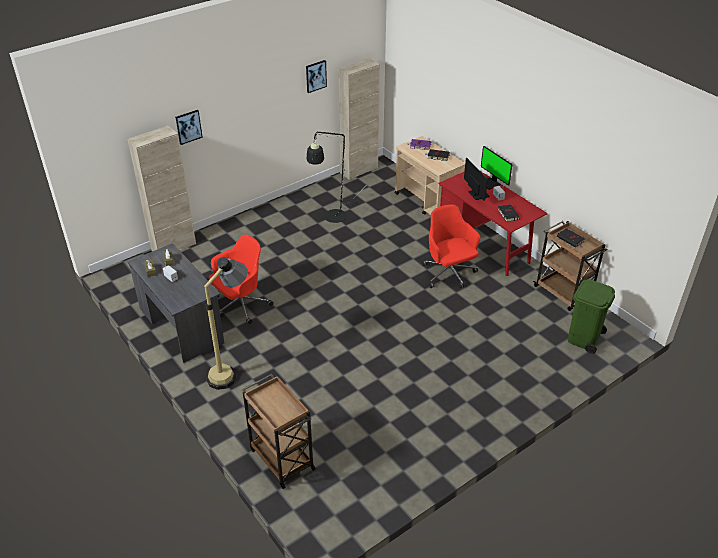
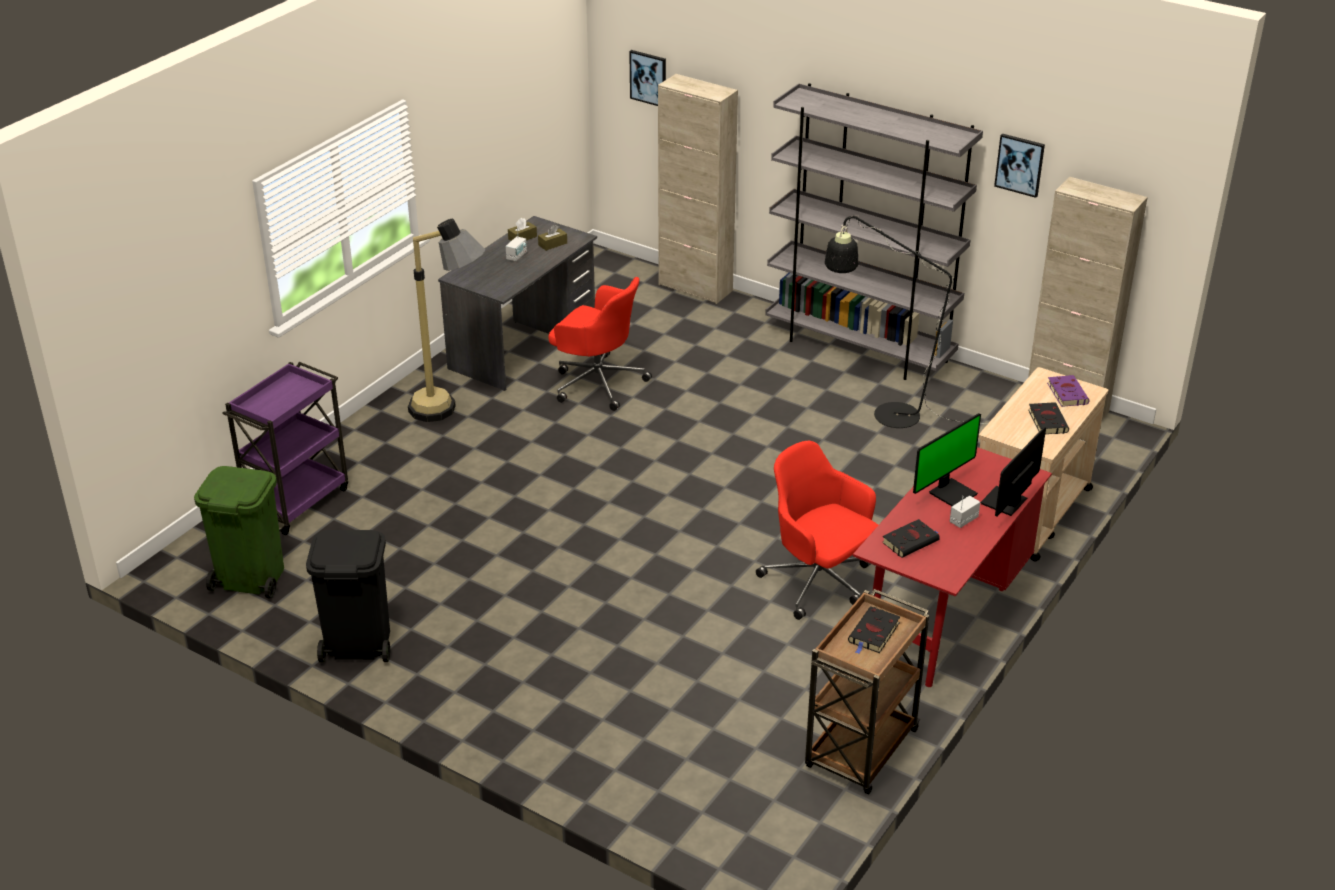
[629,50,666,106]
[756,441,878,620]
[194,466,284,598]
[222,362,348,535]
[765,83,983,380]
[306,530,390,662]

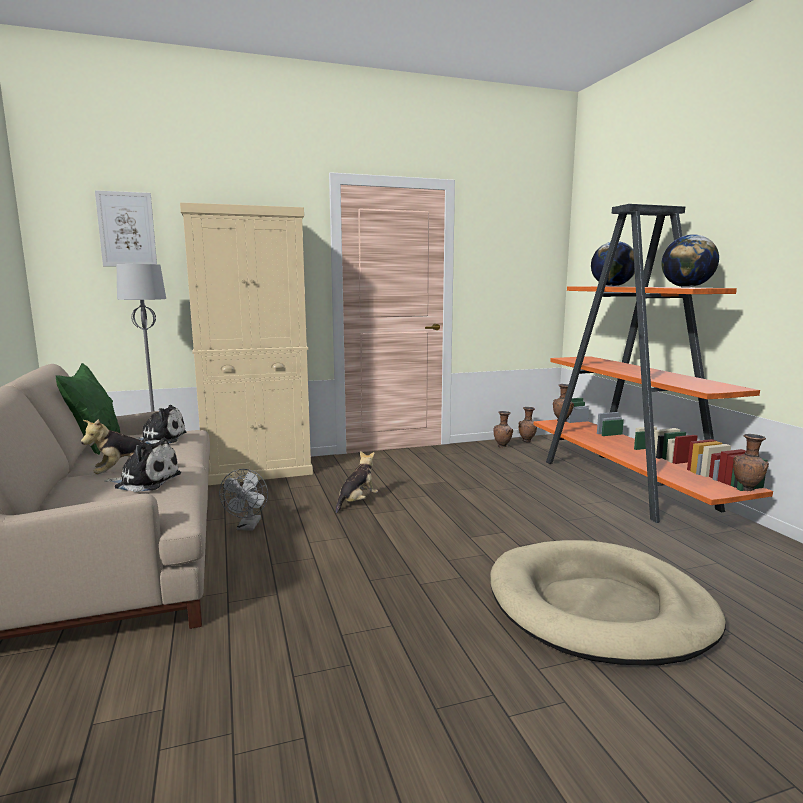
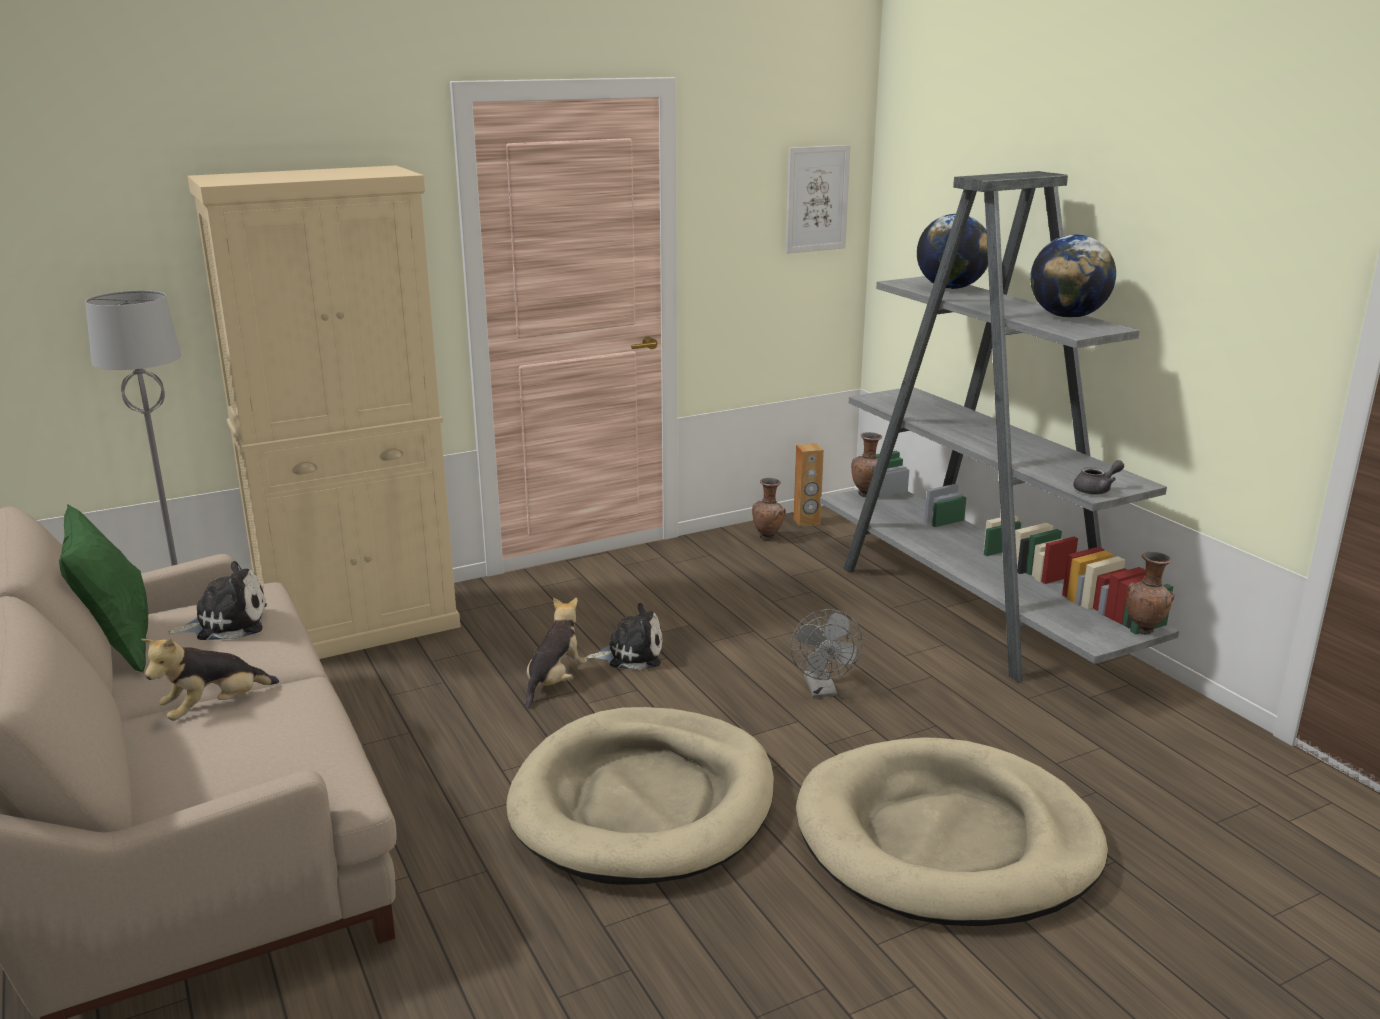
[786,145,851,254]
[820,171,1179,682]
[793,443,824,526]
[585,603,663,670]
[790,609,863,697]
[1073,460,1124,495]
[506,707,774,885]

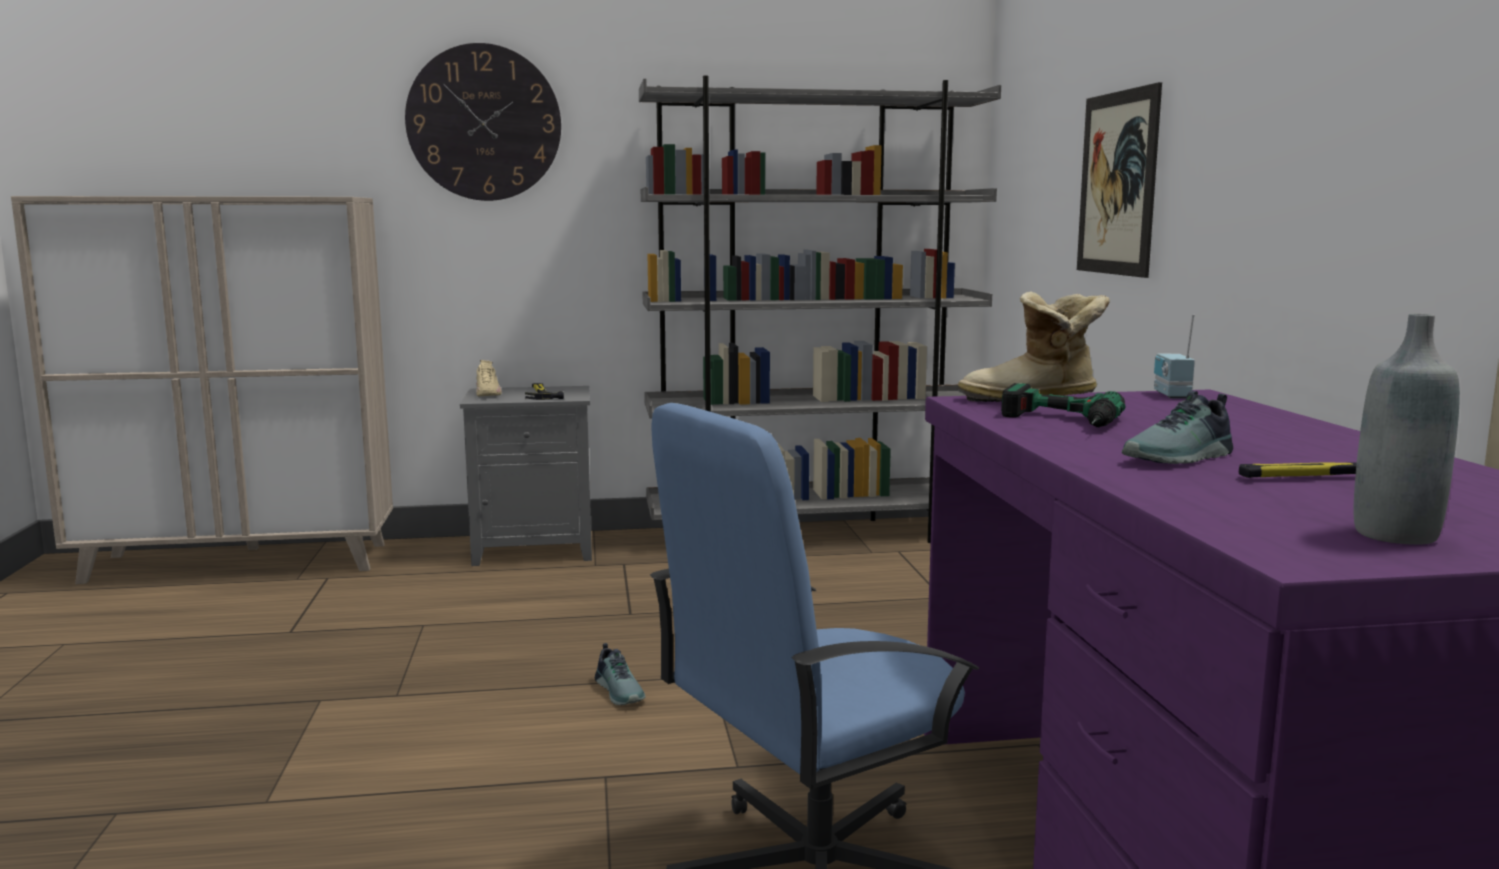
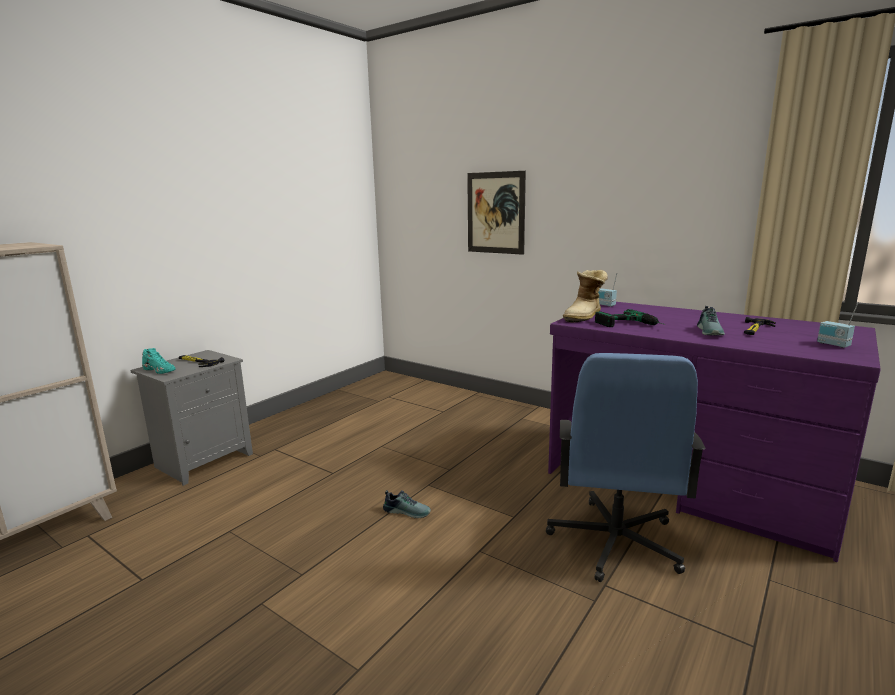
[405,43,561,201] (first image)
[639,76,1001,543] (first image)
[817,302,859,348]
[142,348,176,374]

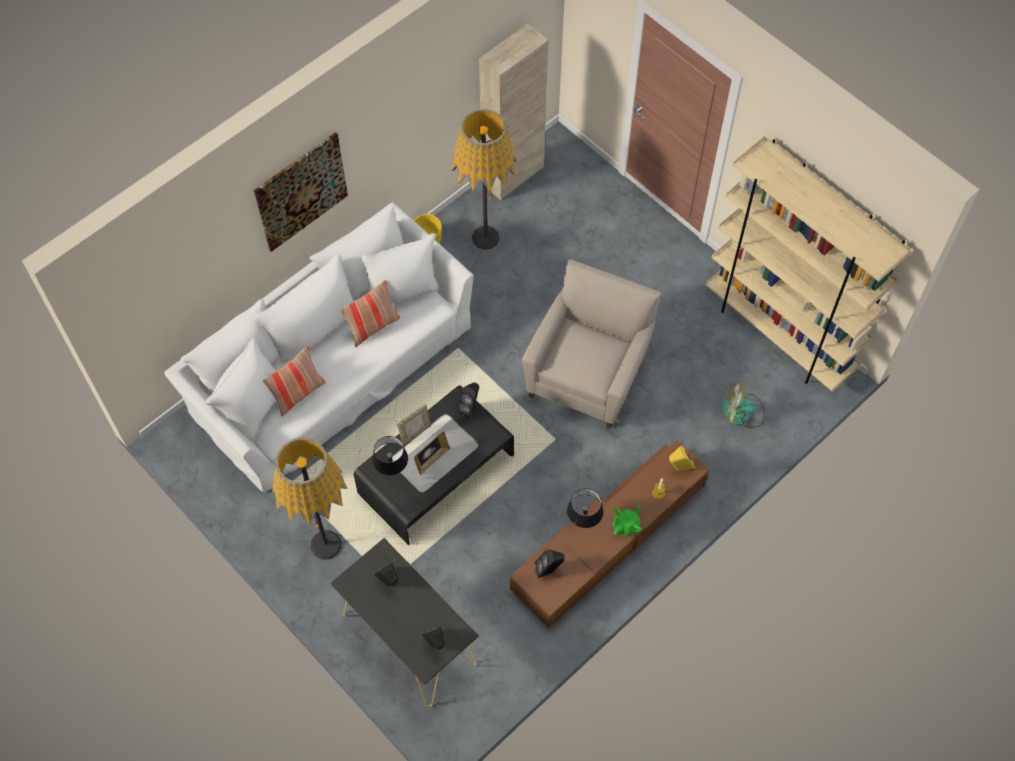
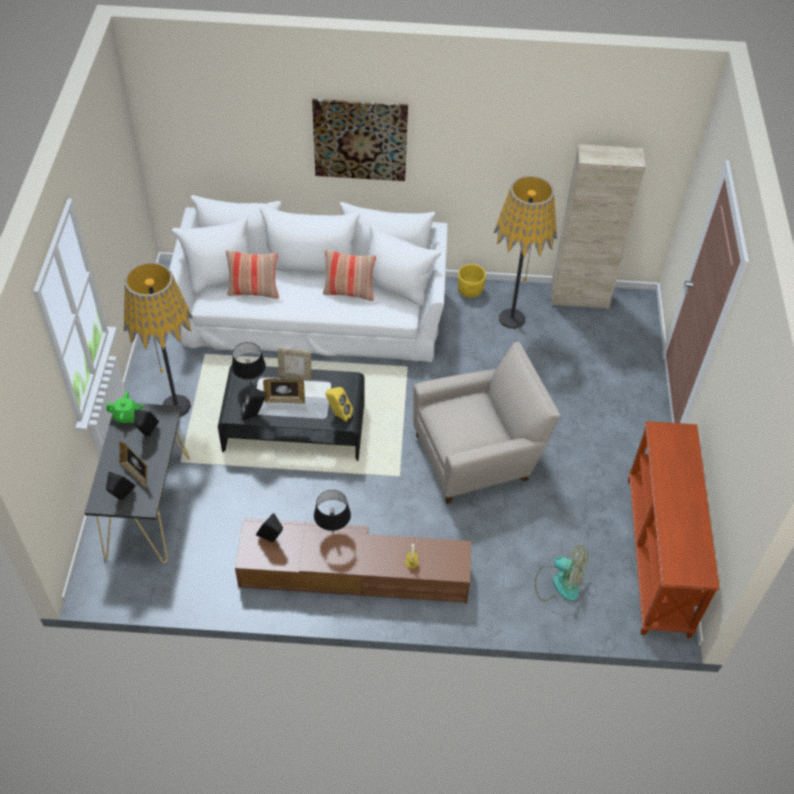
[628,421,720,638]
[240,387,266,420]
[535,545,588,601]
[325,387,353,422]
[106,392,143,423]
[119,441,147,489]

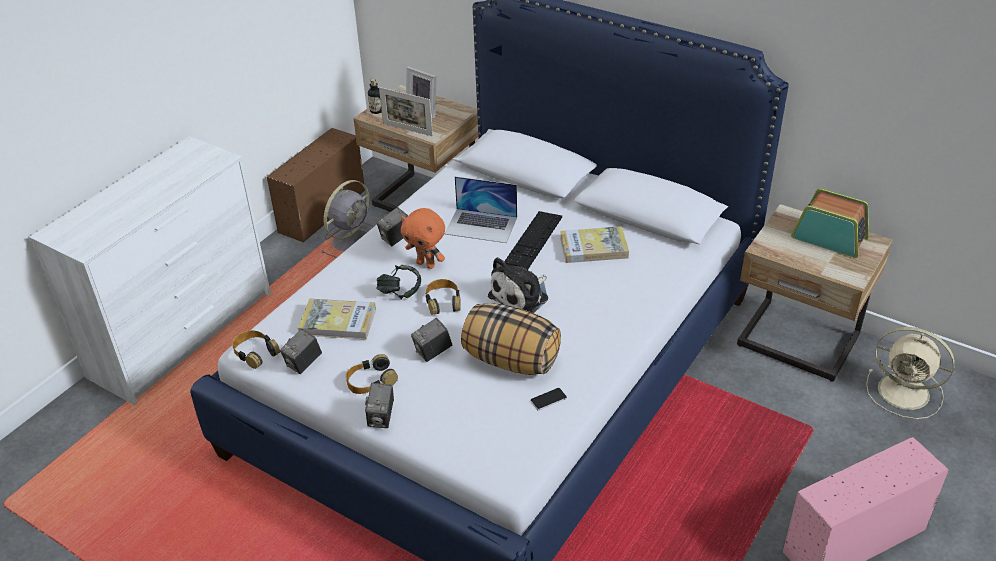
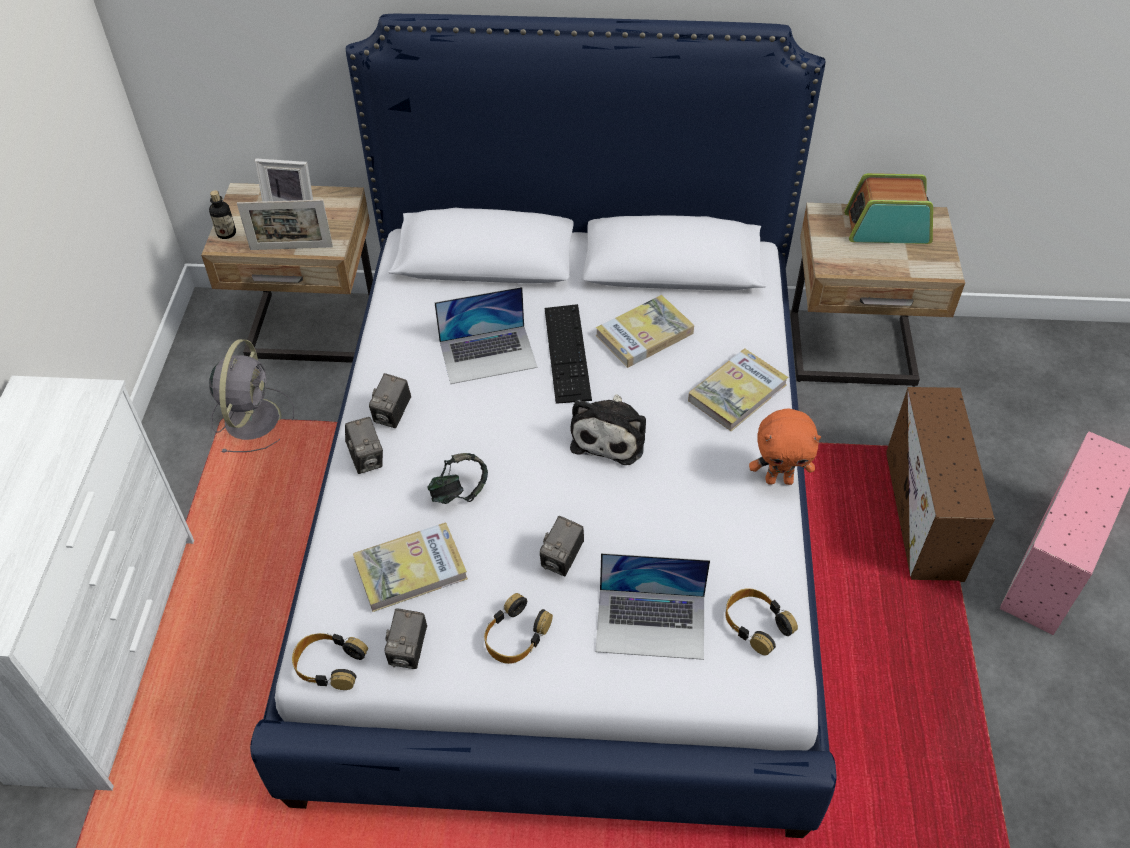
[886,387,995,582]
[749,408,821,485]
[725,588,798,656]
[461,303,561,375] (first image)
[866,327,955,419] (first image)
[345,417,383,474]
[530,388,567,410] (first image)
[688,348,788,431]
[595,553,710,660]

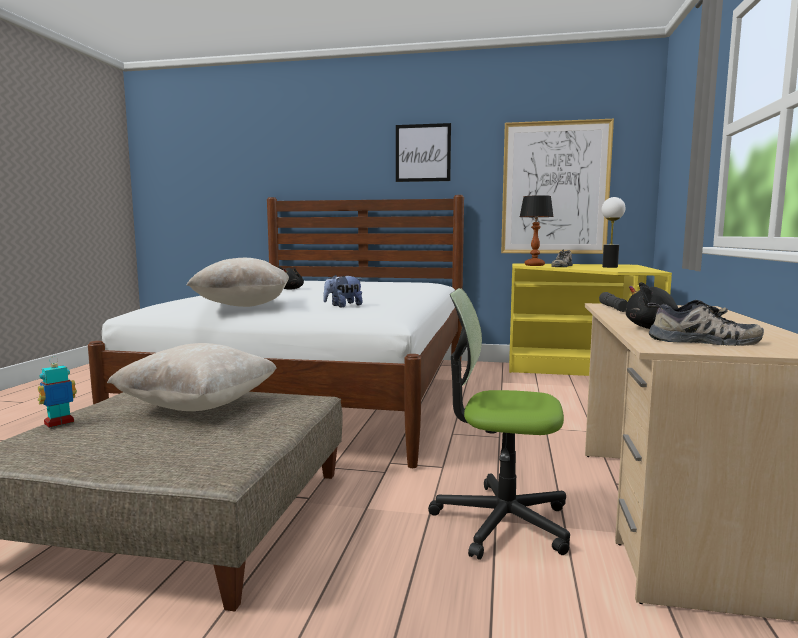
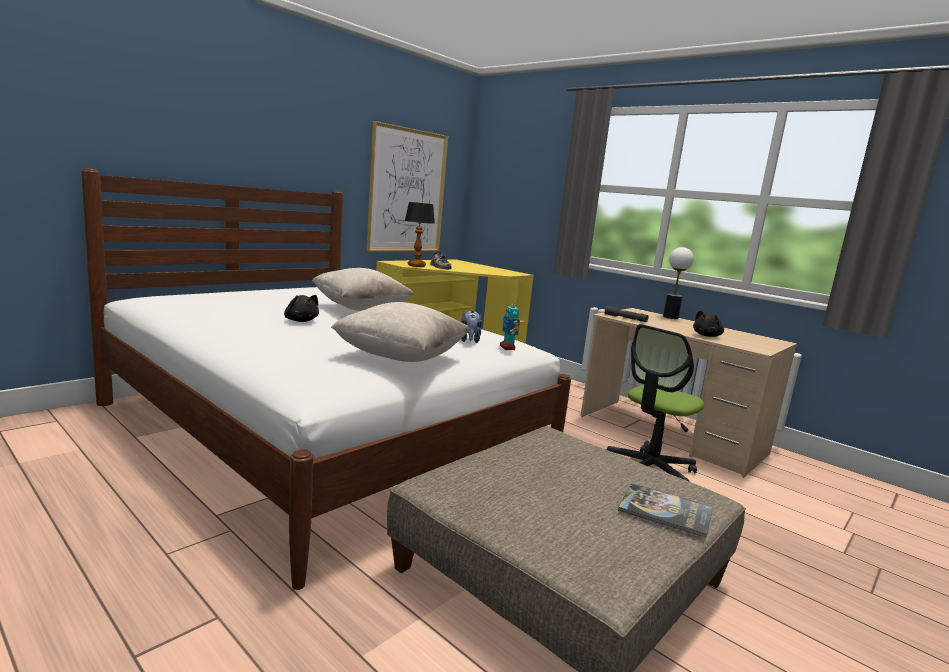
[396,123,451,182] (first image)
[663,247,694,319]
[647,300,764,346] (first image)
[312,268,414,311]
[500,301,520,350]
[618,483,713,538]

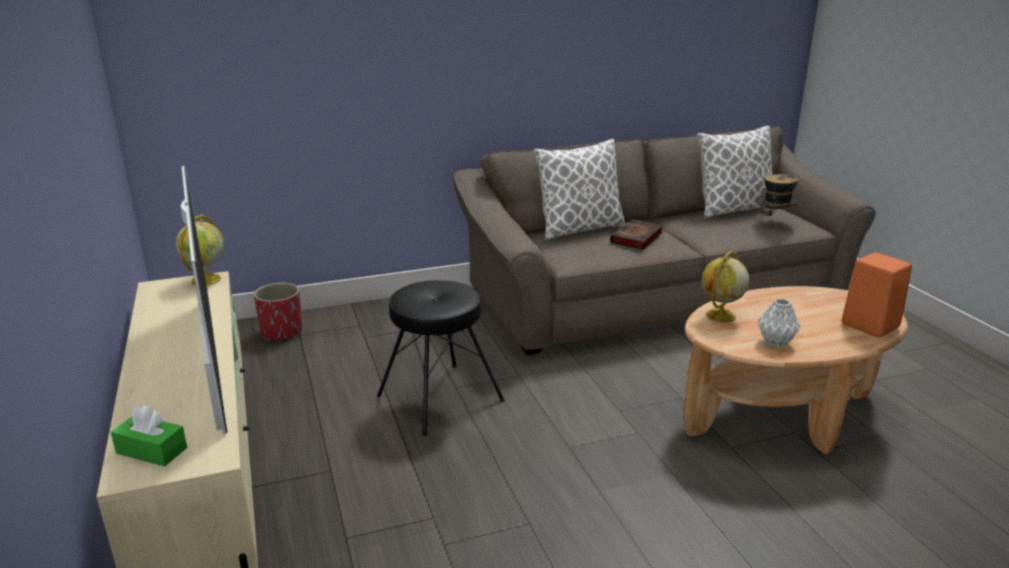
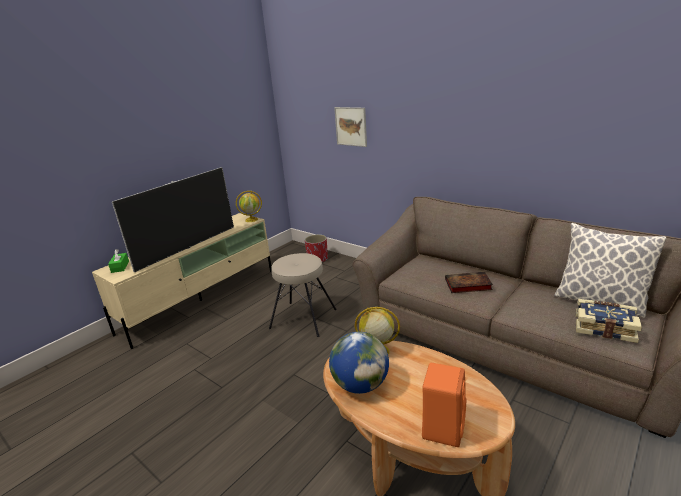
[533,139,625,240] (first image)
[576,299,642,343]
[269,253,337,337]
[329,332,389,394]
[334,107,367,147]

